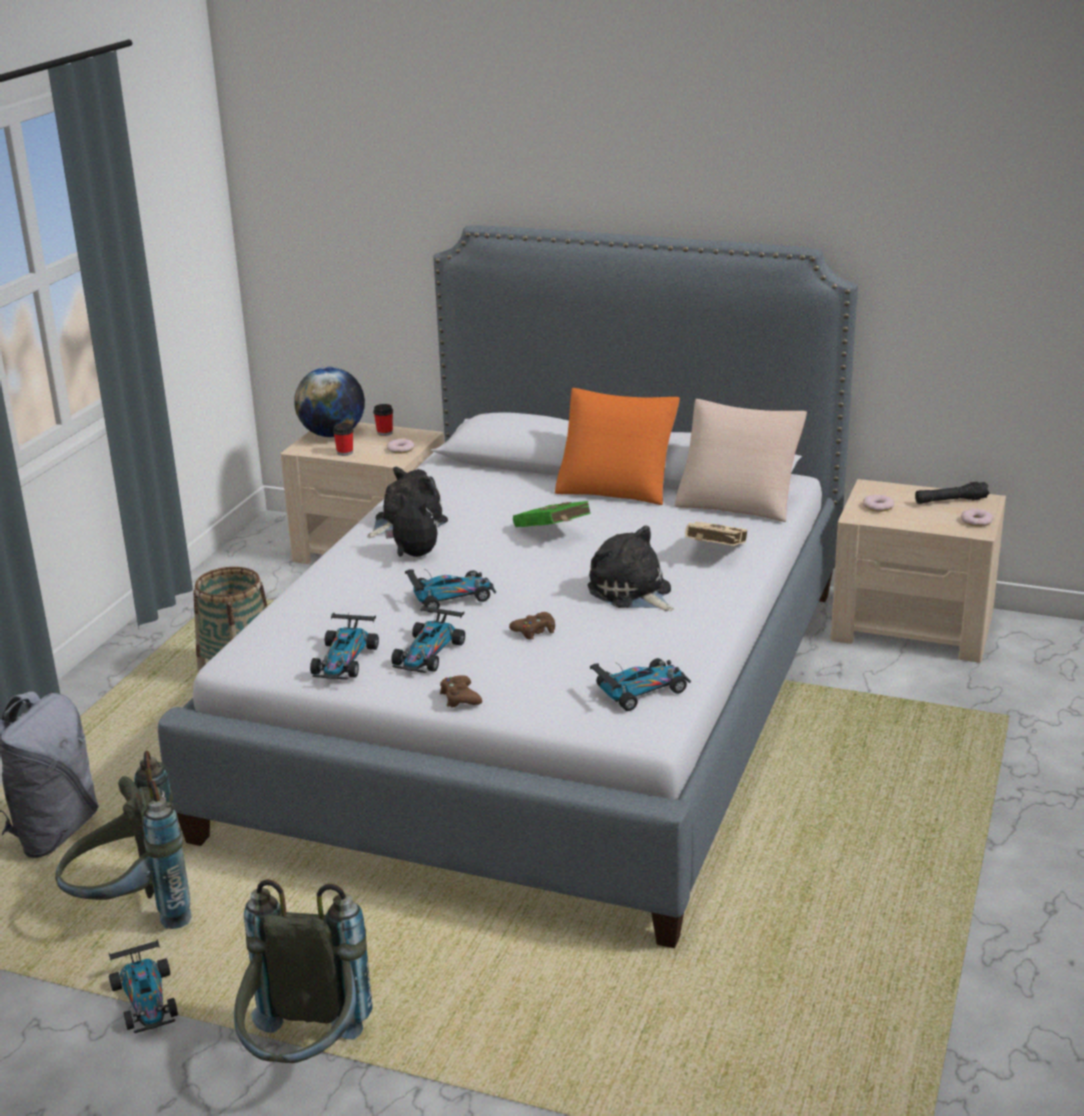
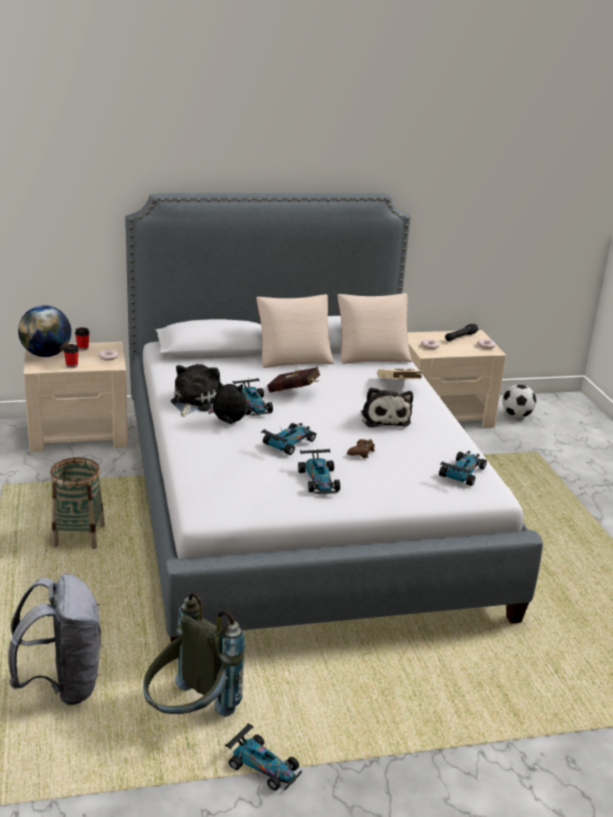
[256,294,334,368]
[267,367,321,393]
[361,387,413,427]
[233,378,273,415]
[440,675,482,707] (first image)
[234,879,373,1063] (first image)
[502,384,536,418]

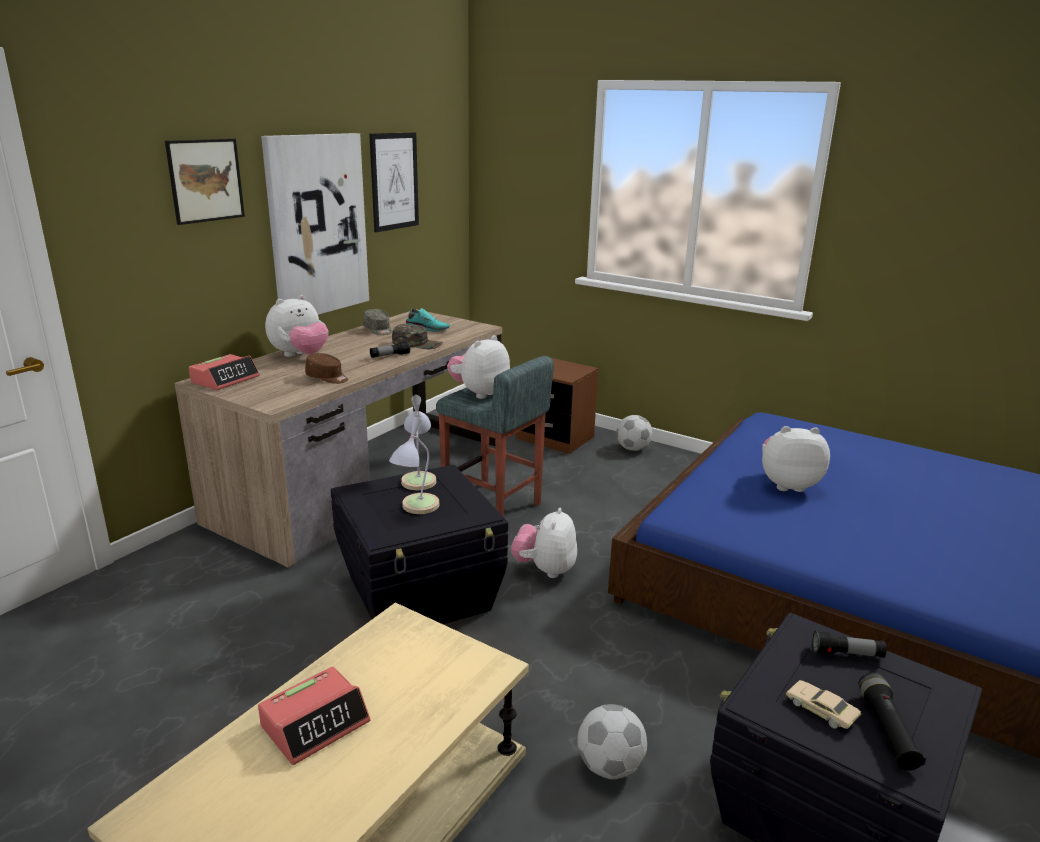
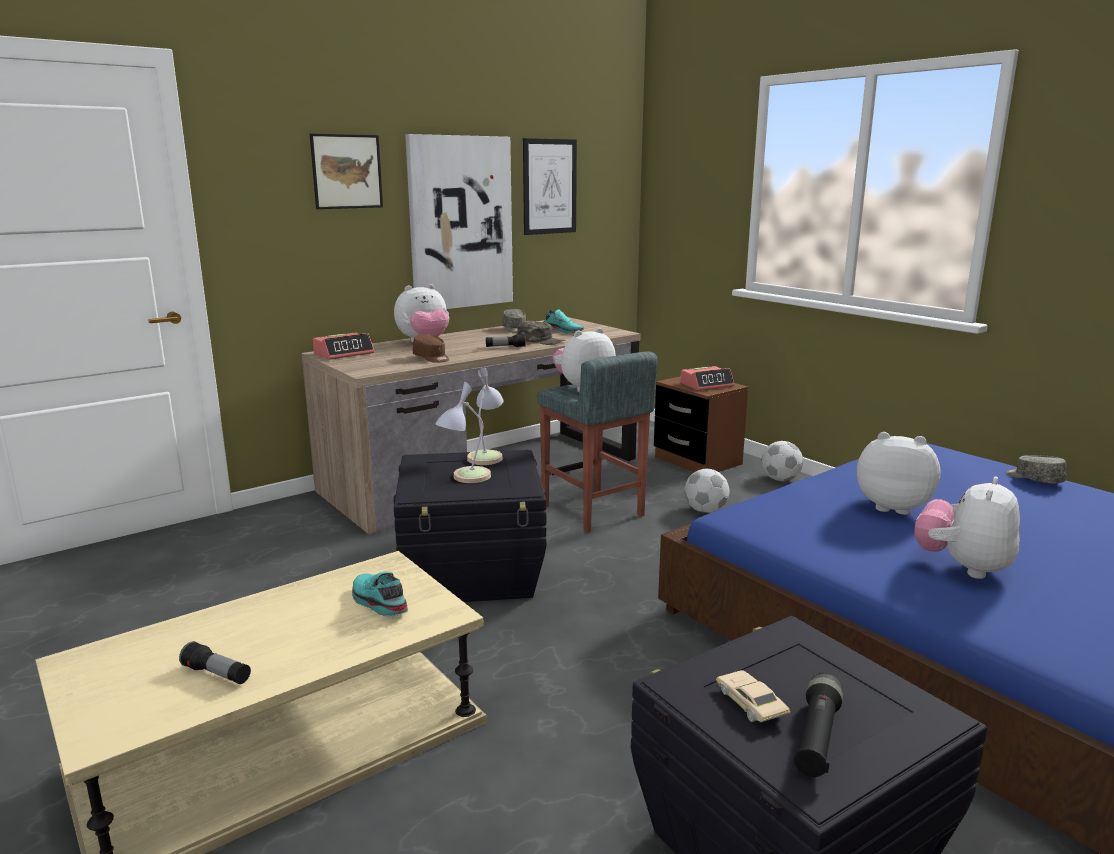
[914,476,1020,579]
[179,641,251,684]
[680,366,734,390]
[684,469,730,513]
[1006,455,1066,483]
[352,571,408,617]

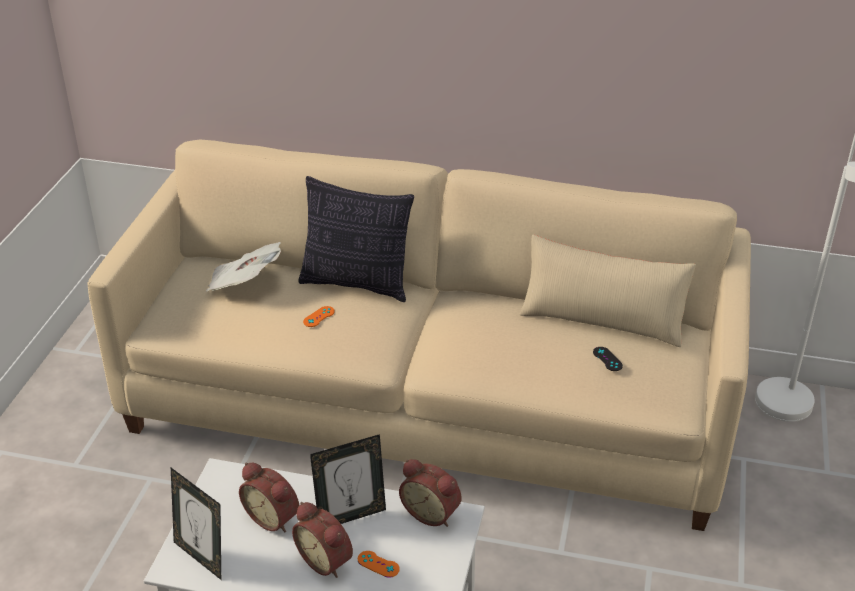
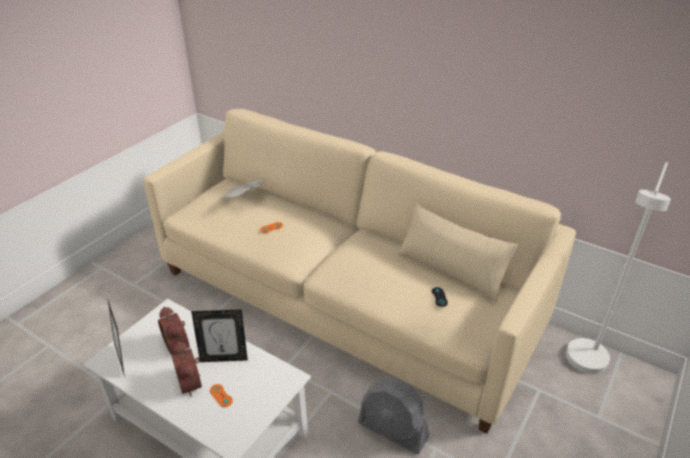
[298,176,414,302] (first image)
[399,459,461,527] (first image)
[358,378,429,454]

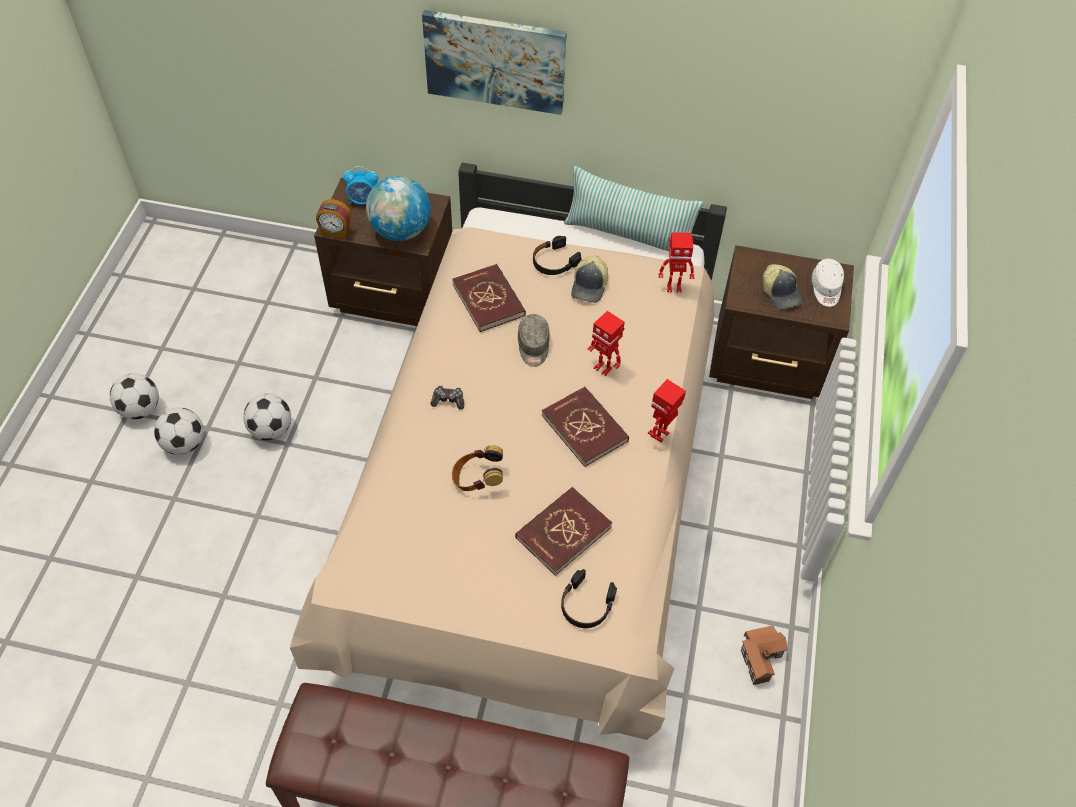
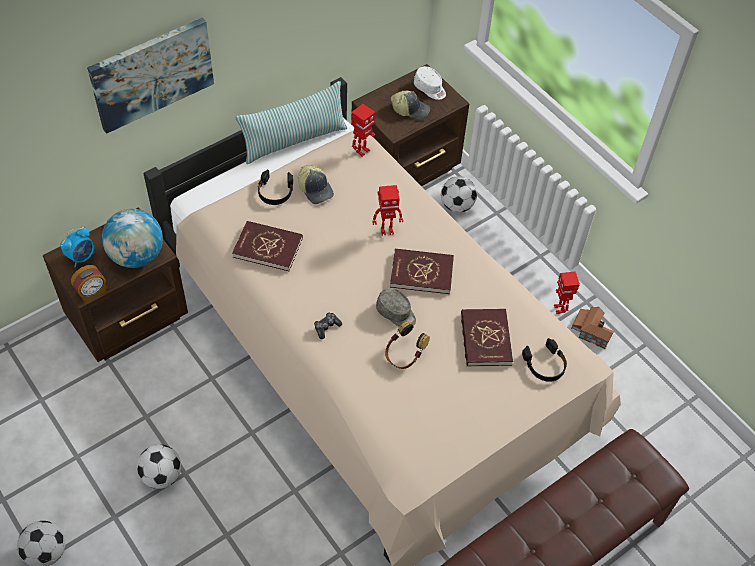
[376,288,416,327]
[554,271,580,314]
[441,176,477,213]

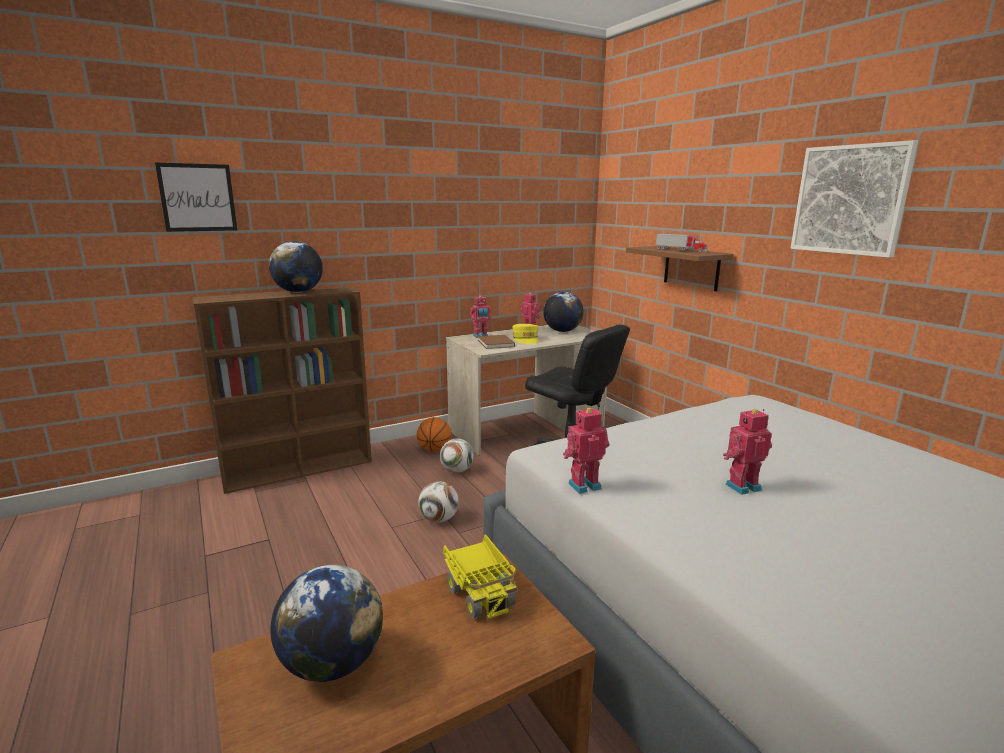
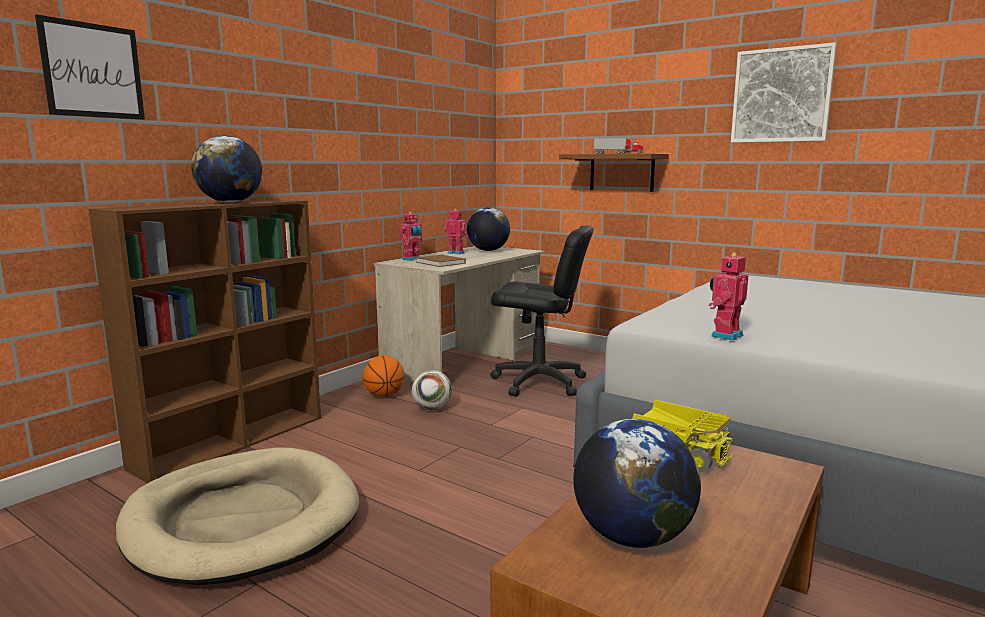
[512,324,539,344] (first image)
[723,409,772,495] (first image)
[418,481,459,523] (first image)
[116,447,359,585]

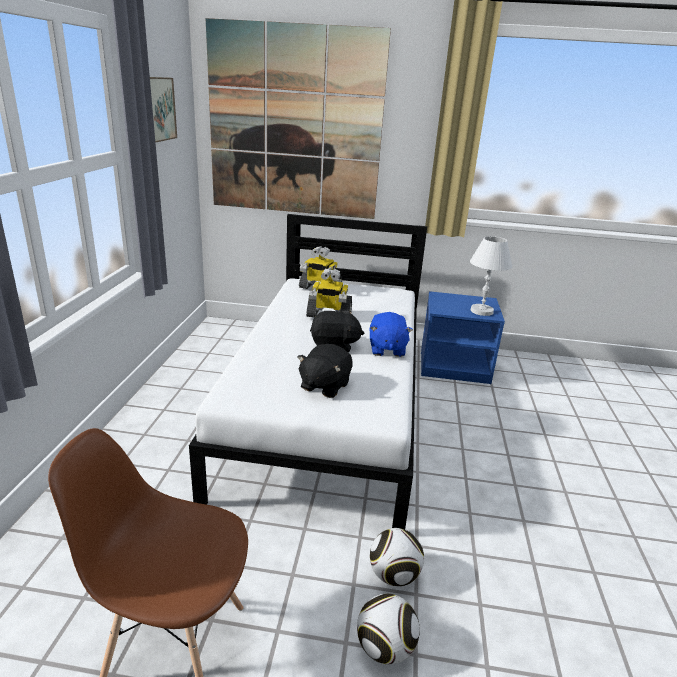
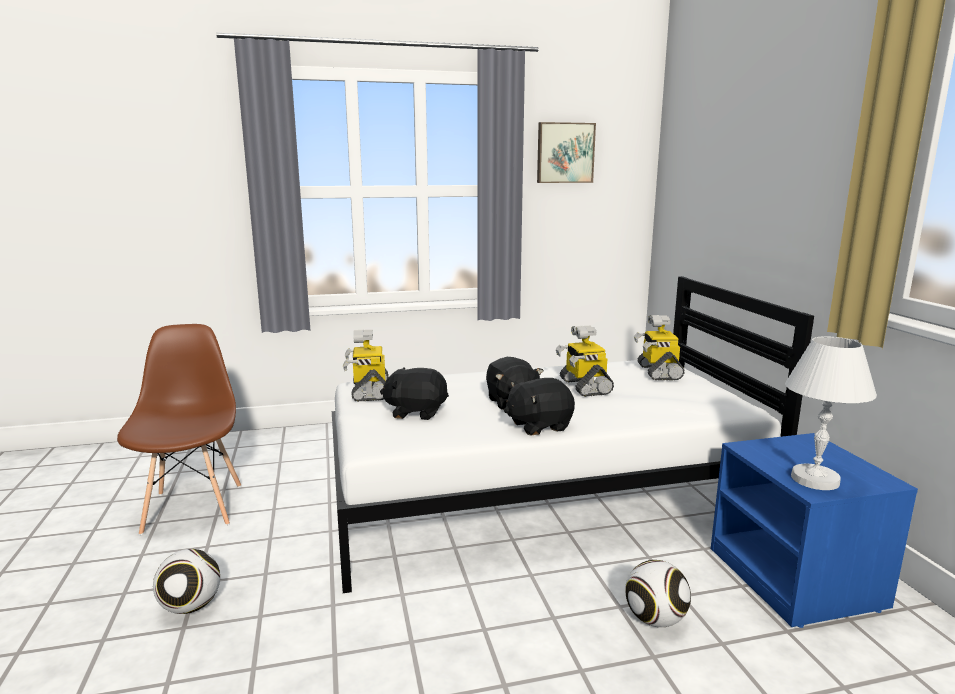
[205,18,391,219] (first image)
[504,378,575,435]
[625,560,691,627]
[343,330,389,402]

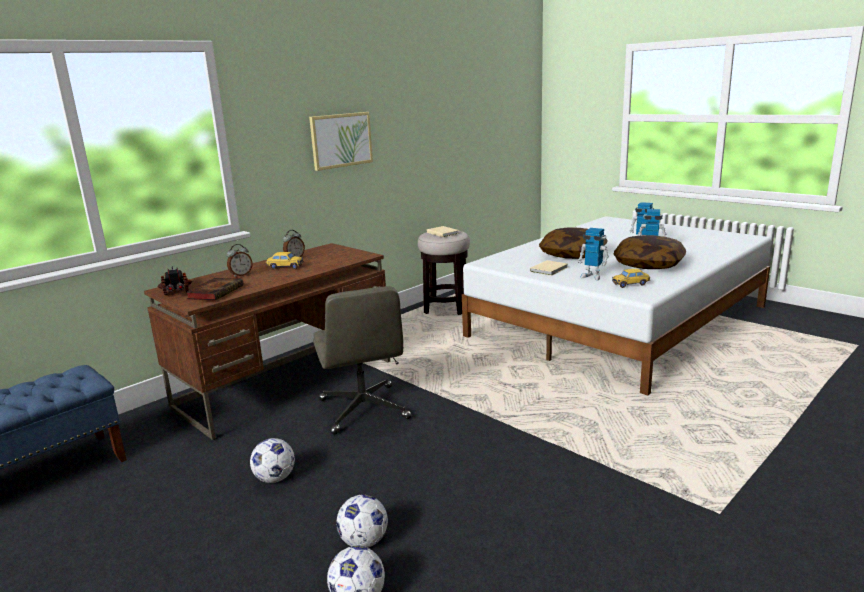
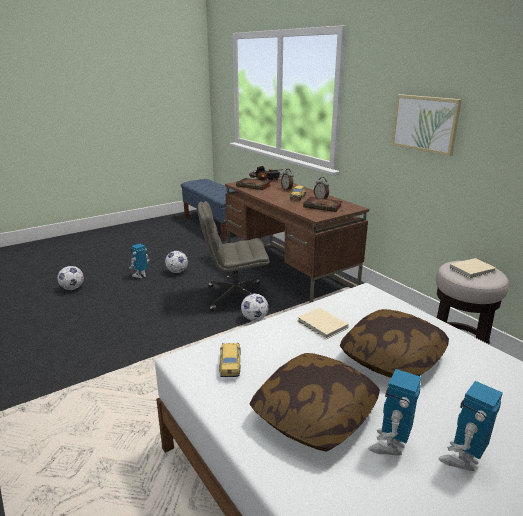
[129,244,149,278]
[241,294,268,321]
[303,197,342,212]

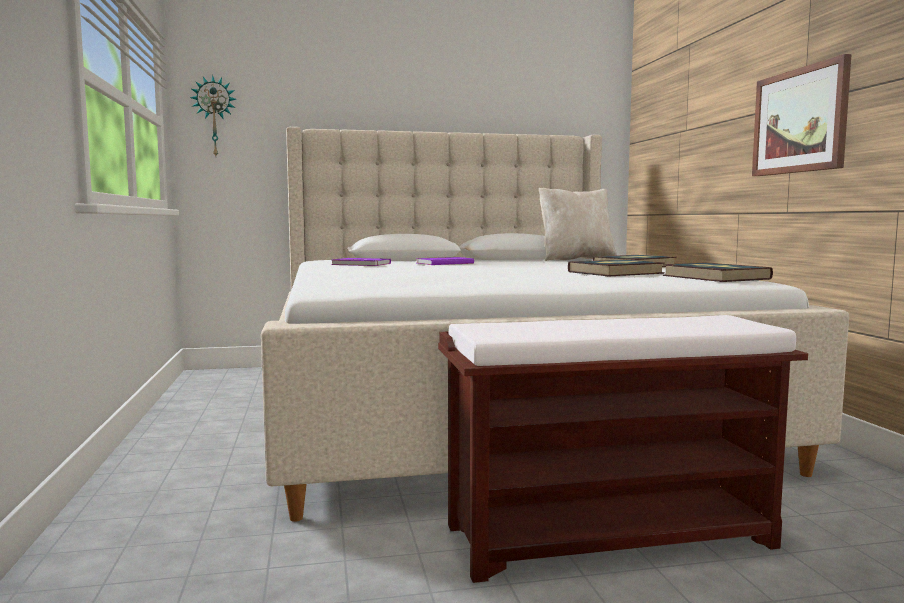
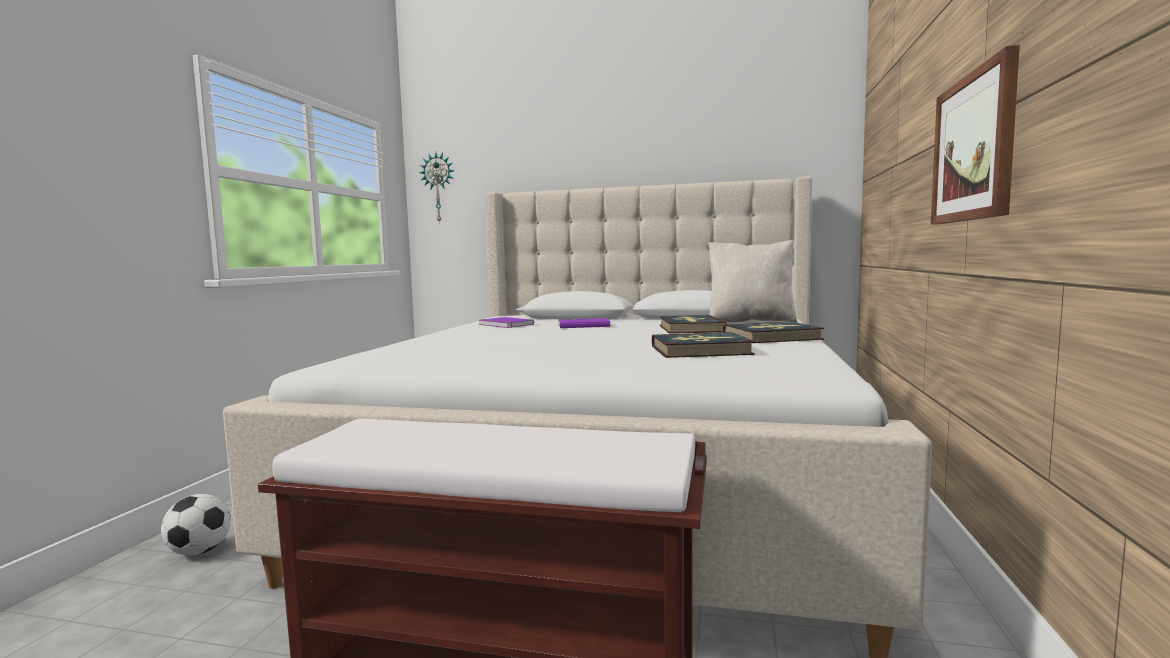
[659,315,727,334]
[161,494,231,556]

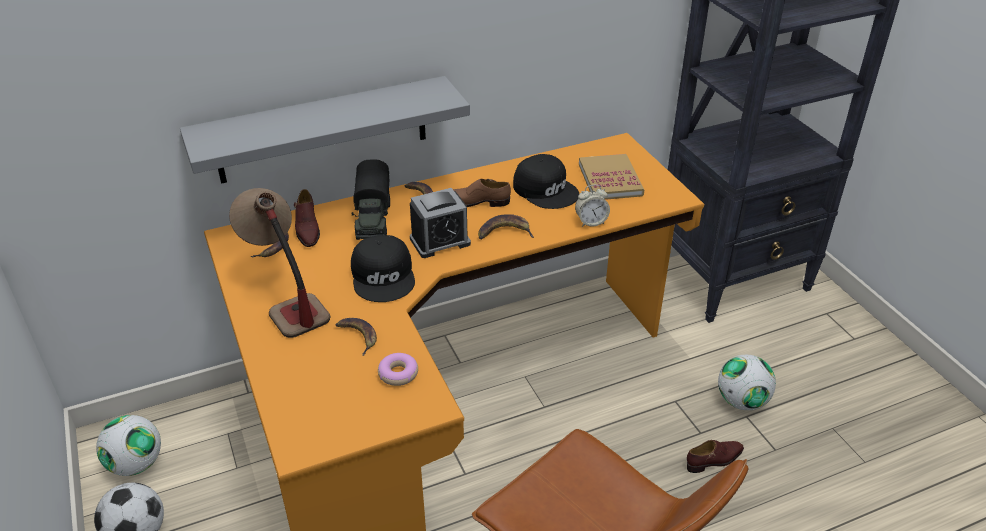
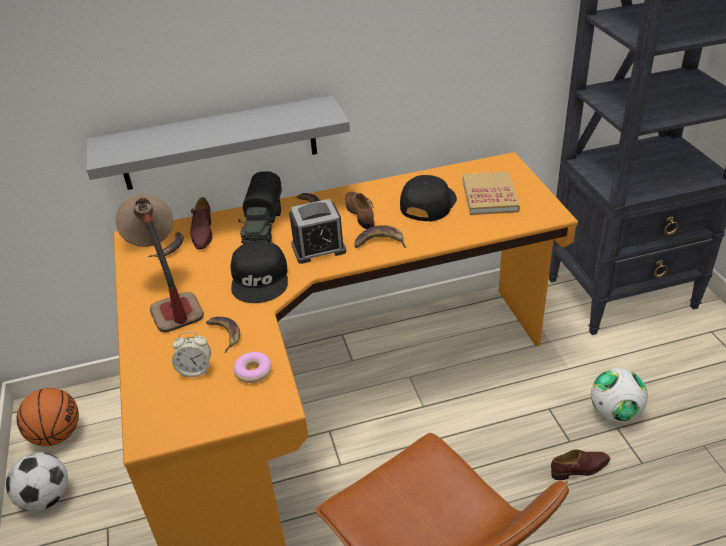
[400,175,457,222]
[345,192,374,229]
[172,332,211,377]
[17,388,79,446]

